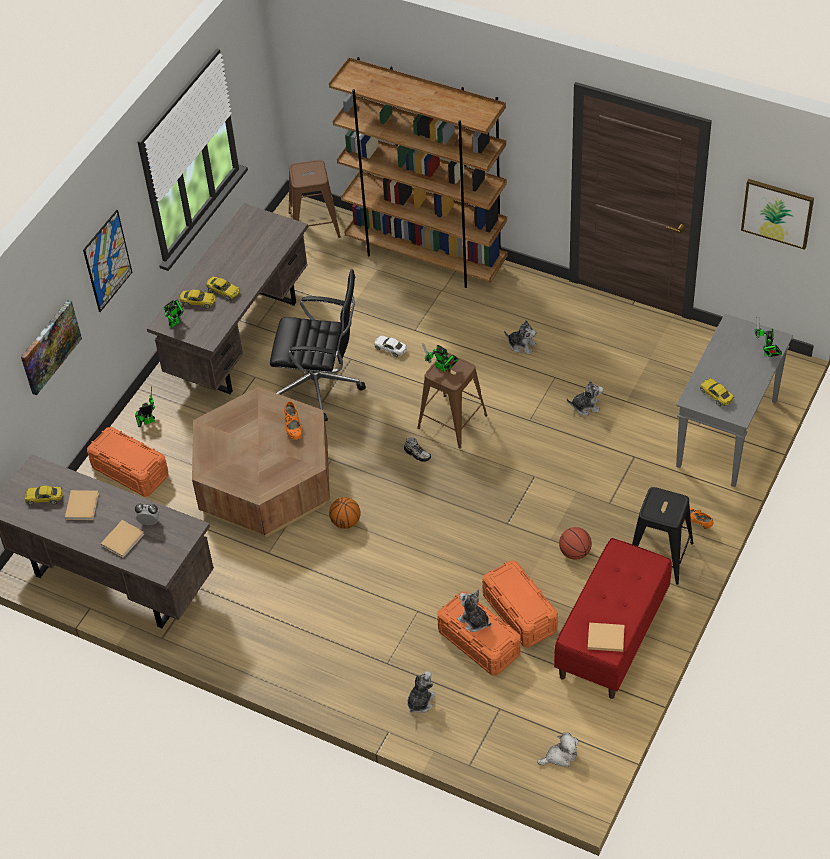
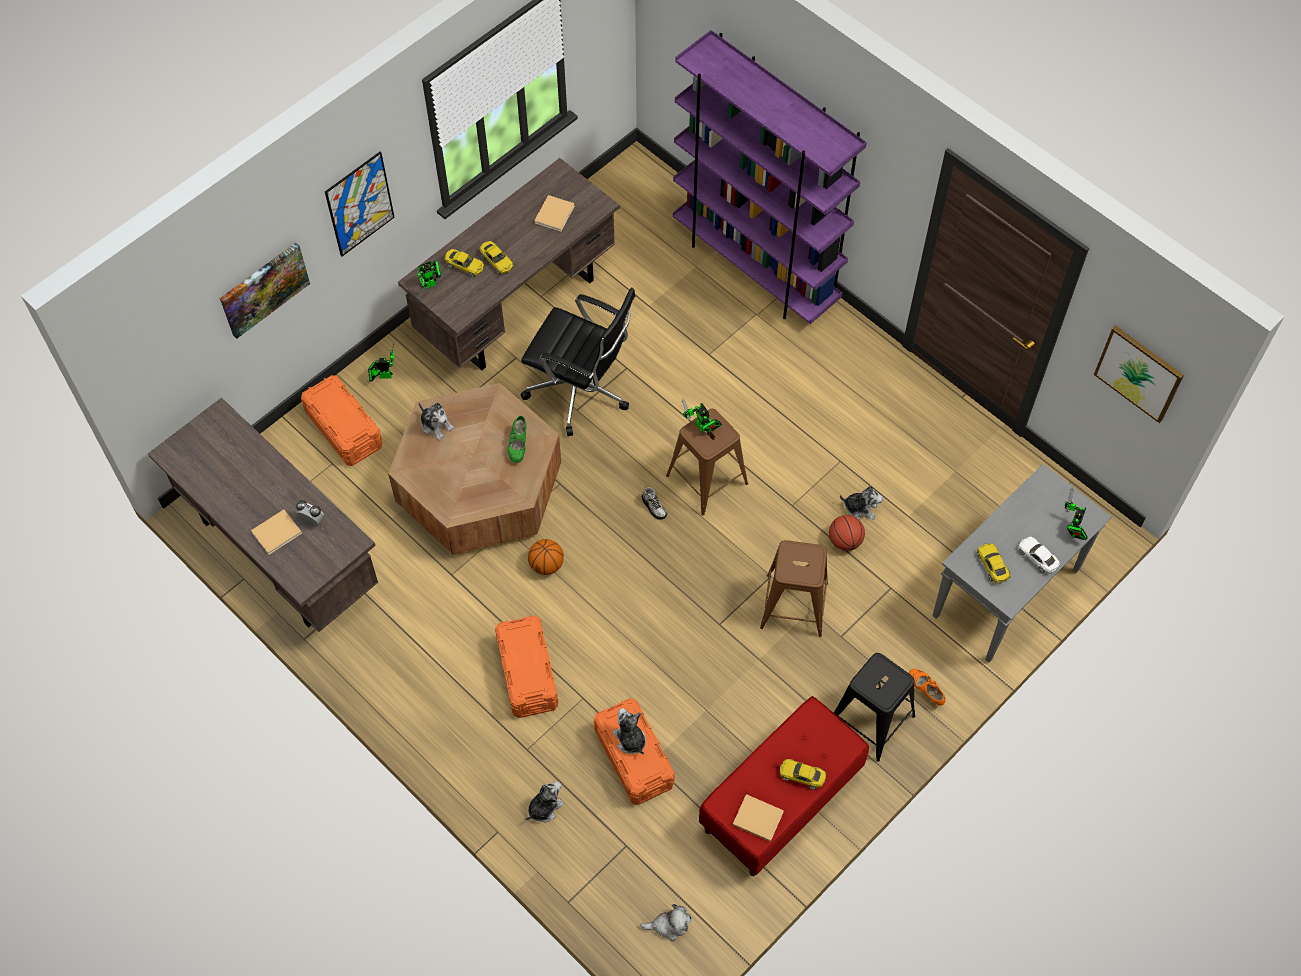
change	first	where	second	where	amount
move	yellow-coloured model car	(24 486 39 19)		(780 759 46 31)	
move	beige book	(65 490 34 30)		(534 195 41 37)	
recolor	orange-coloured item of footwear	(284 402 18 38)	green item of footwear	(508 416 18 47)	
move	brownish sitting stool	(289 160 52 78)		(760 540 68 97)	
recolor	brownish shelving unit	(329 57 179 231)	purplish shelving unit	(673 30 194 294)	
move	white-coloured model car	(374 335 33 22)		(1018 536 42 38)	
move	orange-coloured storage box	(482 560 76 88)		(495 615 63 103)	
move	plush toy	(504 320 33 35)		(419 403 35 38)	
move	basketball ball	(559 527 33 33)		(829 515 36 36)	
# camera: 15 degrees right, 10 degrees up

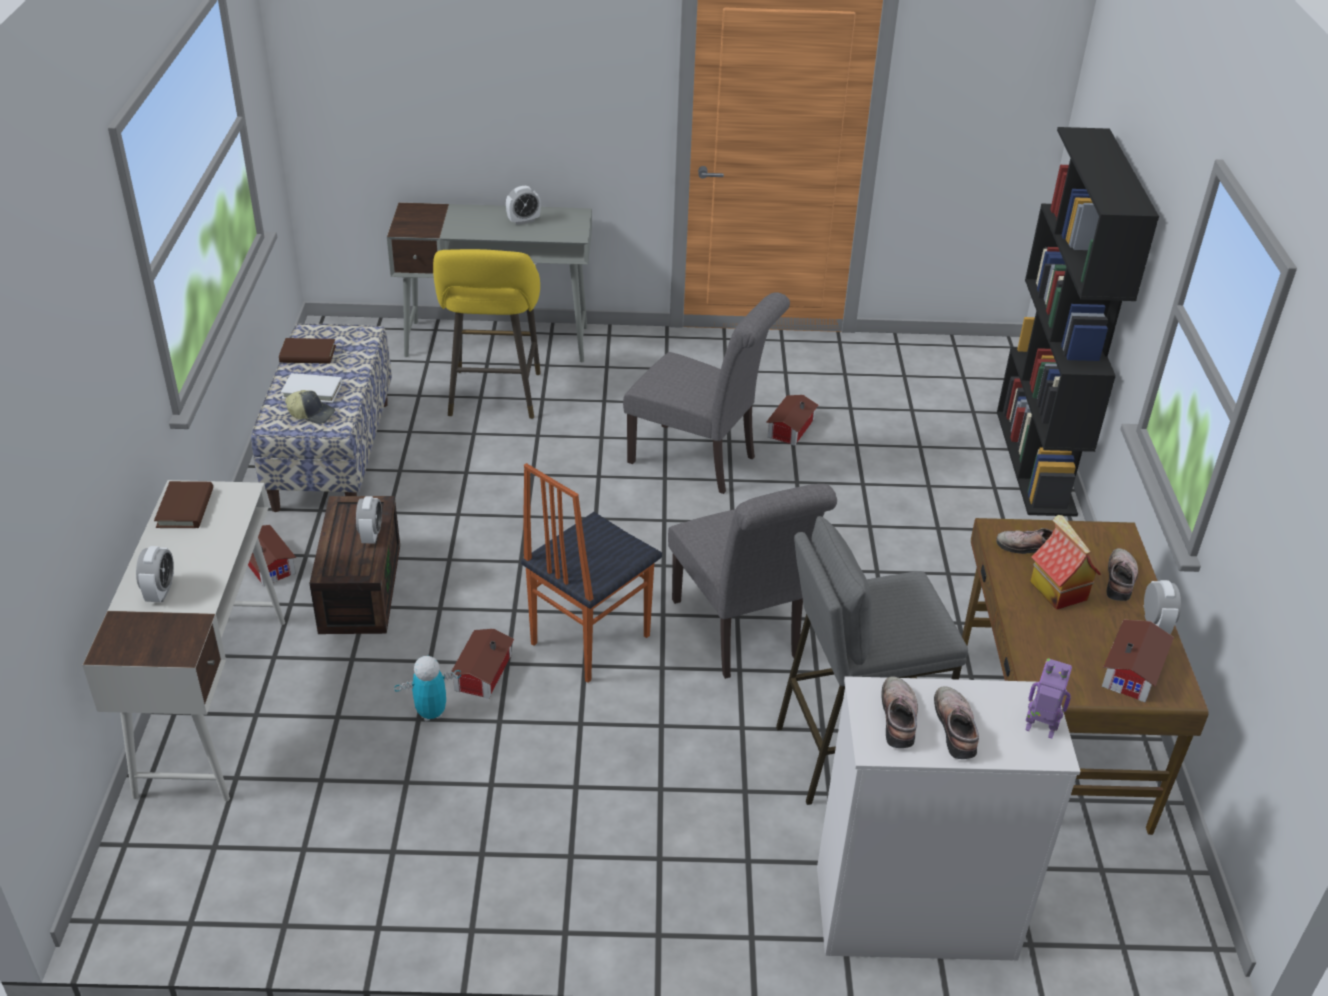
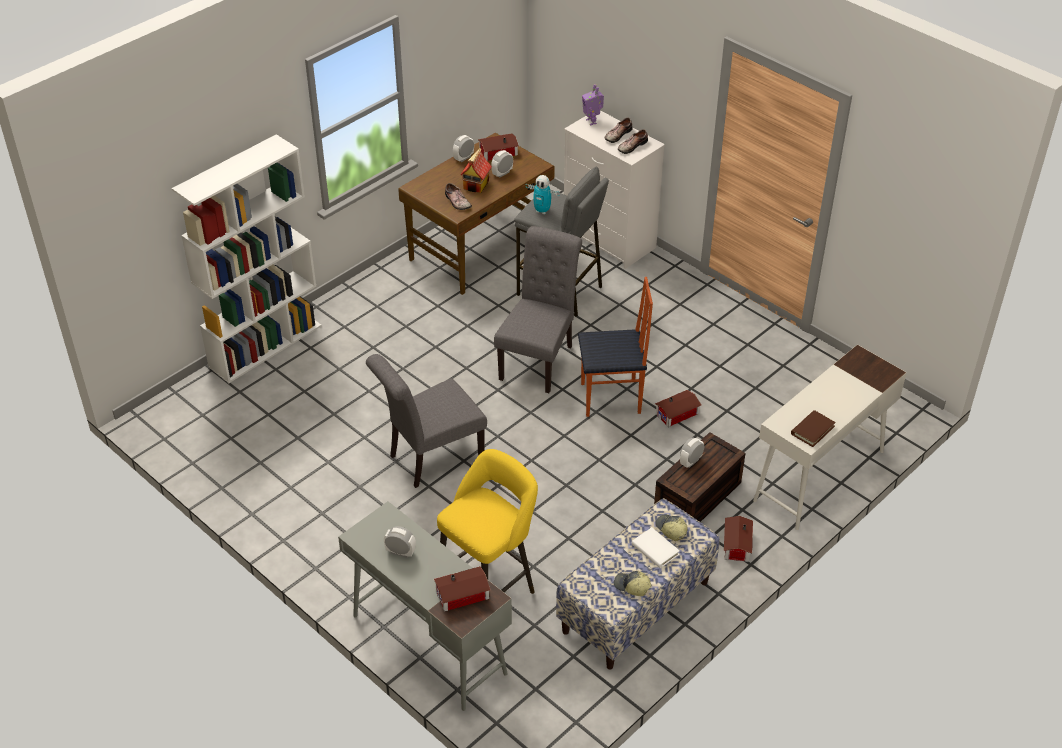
change	first	where	second	where	amount
move	alarm clock	(136 546 38 56)		(491 150 22 28)	
replace	brownish book	(279 338 57 26)	cap	(614 571 38 25)	
move	toy robot	(394 656 67 66)		(526 175 34 39)	
rotate	greyish plain chair	(623 292 167 202)		(366 354 121 134)	105 degrees counterclockwise
move	miniature house	(766 395 52 51)		(434 566 56 46)	
recolor	black-coloured shelving unit	(997 127 162 389)	white-coloured shelving unit	(172 134 150 249)	
delete	item of footwear	(1107 548 31 53)			
# camera: 135 degrees left, 5 degrees up

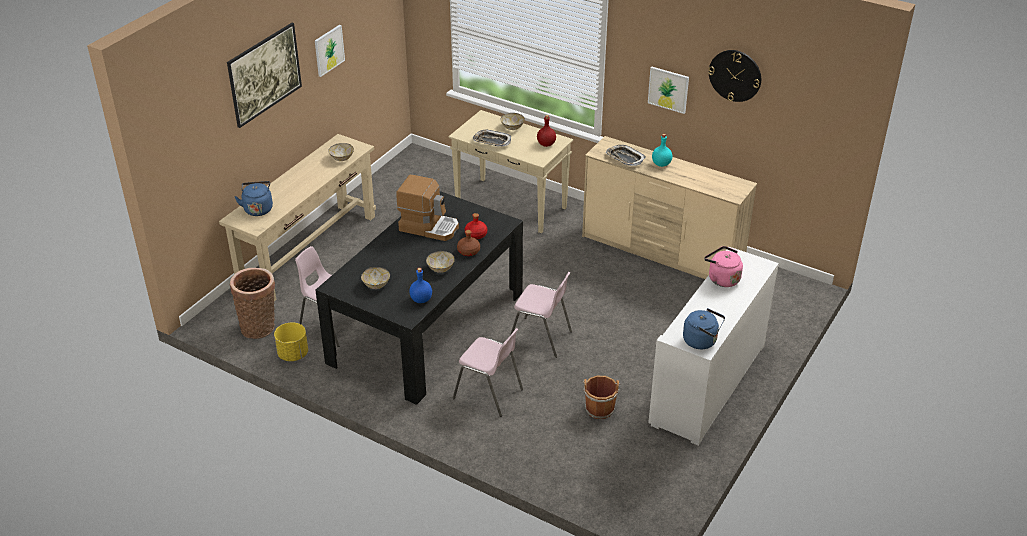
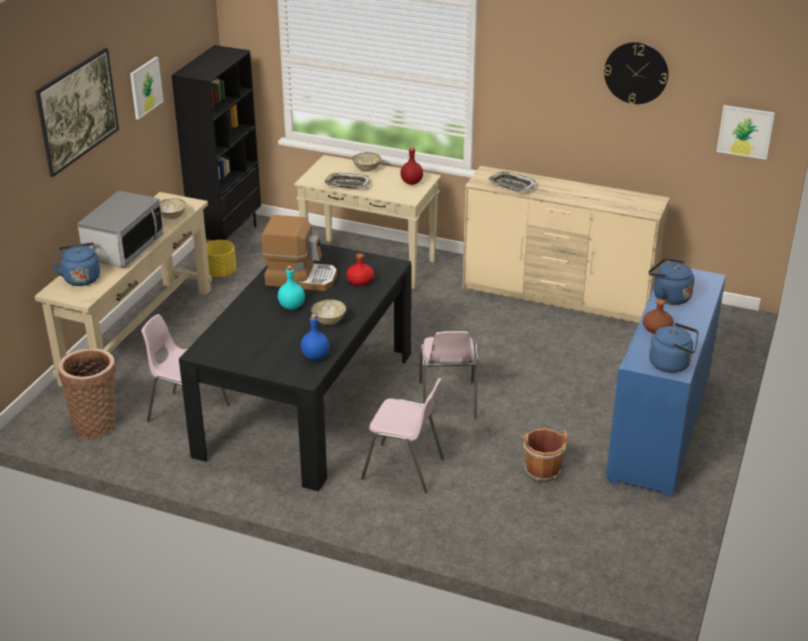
change	first	where	second	where	amount
move	yellow-coloured flower pot	(274 322 34 39)		(206 240 30 37)	
delete	deep dish	(361 267 29 22)			
move	brownish beverage bottle	(457 230 23 26)		(643 299 31 35)	
rotate	pink-coloured plain chair	(510 272 62 86)		(419 331 59 88)	75 degrees clockwise
move	wall picture	(648 67 41 47)		(716 105 59 55)	
recolor	white-coloured cupboard	(648 247 131 199)	blue cupboard	(606 264 120 233)	
move	turquoise beverage bottle	(652 134 20 33)		(278 266 27 44)	
recolor	pink-coloured kettle	(704 246 39 41)	blue kettle	(648 258 46 47)	
insert			kitchen microwave	(77 191 86 76)	
insert			black-coloured shelving unit	(171 45 90 195)	
# camera: 10 degrees left, 5 degrees down

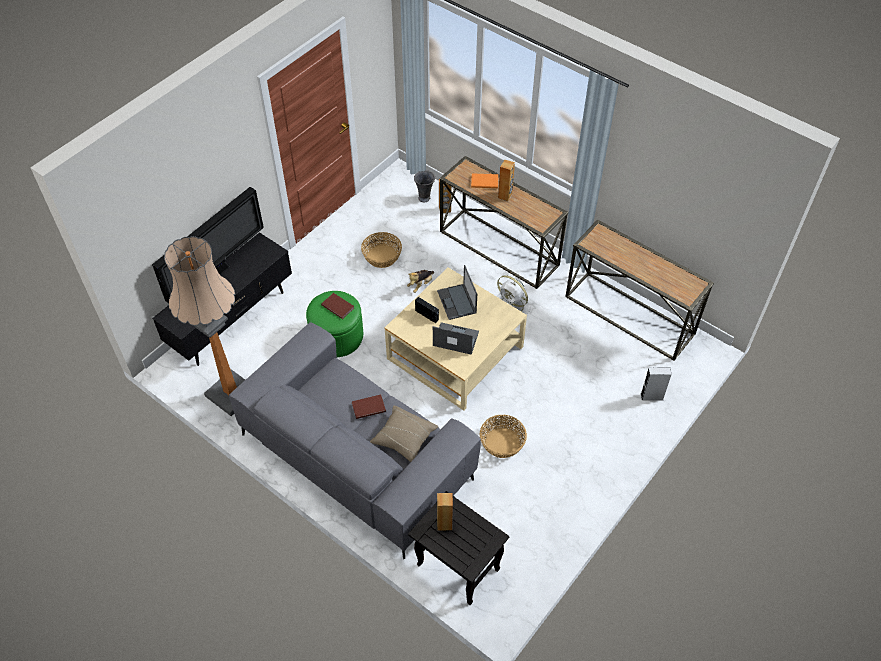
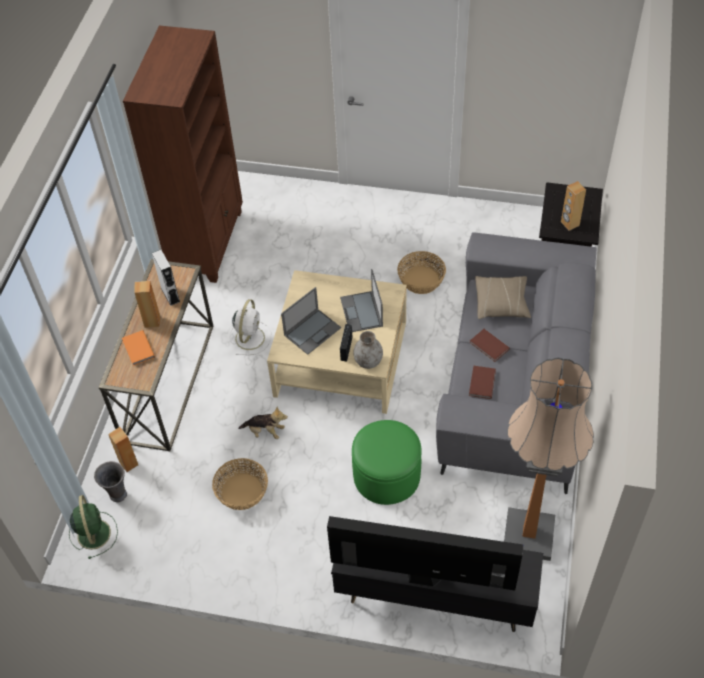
change	first	where	second	where	amount
move	brownish book	(321 293 33 26)		(469 366 27 33)	
replace	narrow table	(565 220 149 141)	brownish shelving unit	(123 25 120 258)	
move	greyish audio speaker	(641 368 31 32)		(152 250 28 56)	
insert			green electric fan	(69 495 49 64)	
insert			greyish flower vase	(354 331 29 38)	
# camera: 115 degrees left, 0 degrees up

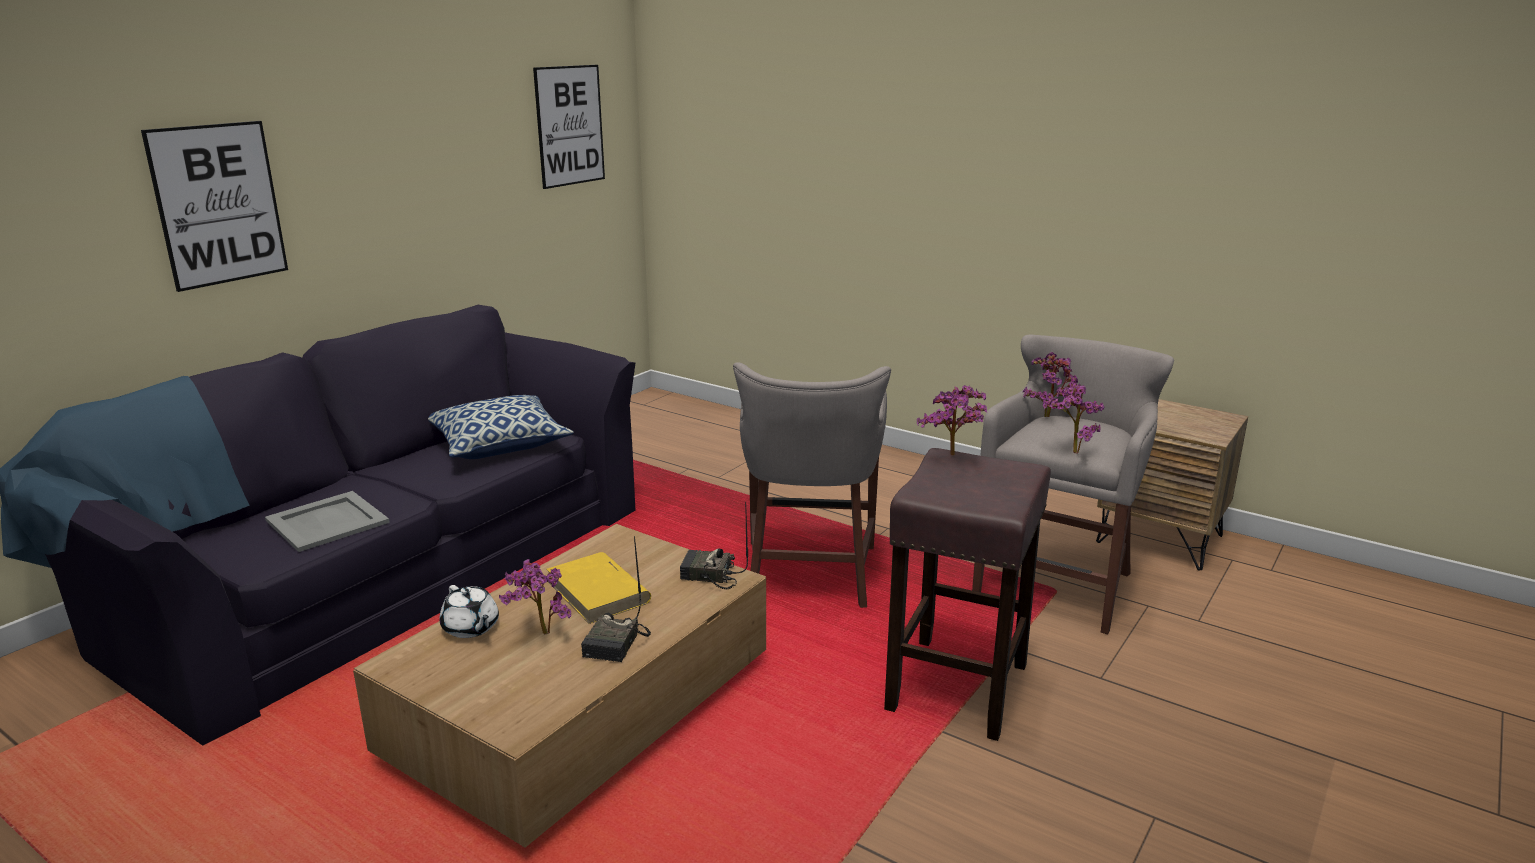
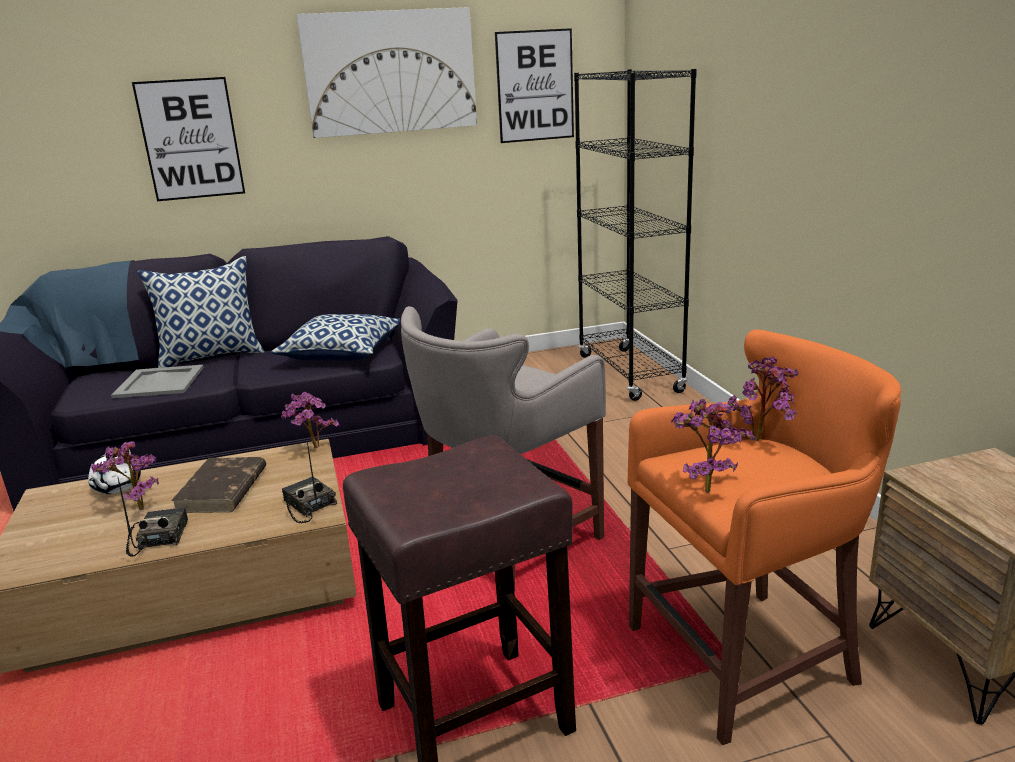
change	first	where	second	where	amount
recolor	yellow-coloured book	(547 552 104 72)	brownish book	(171 457 95 56)	
rotate	radio	(581 536 70 126)		(118 478 70 78)	120 degrees clockwise
move	houseplant	(917 385 70 70)		(281 392 58 57)	
recolor	greyish sitting stool	(972 335 202 299)	orange-coloured sitting stool	(628 330 273 415)	
insert			pillow	(138 256 127 112)	
insert			wall picture	(297 7 180 131)	
insert			black-coloured shelving unit	(574 69 123 332)	
# camera: 40 degrees right, 0 degrees up

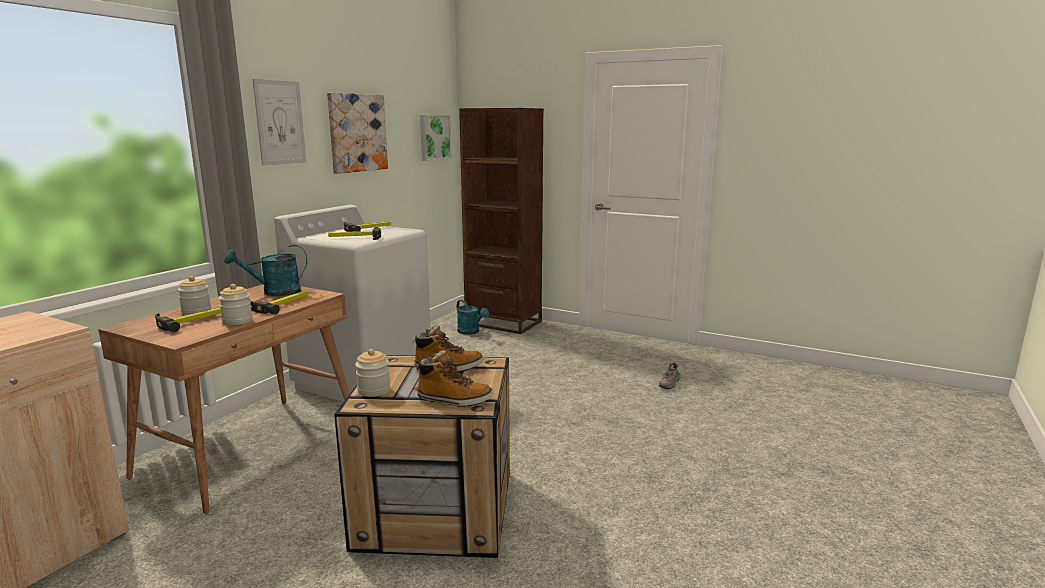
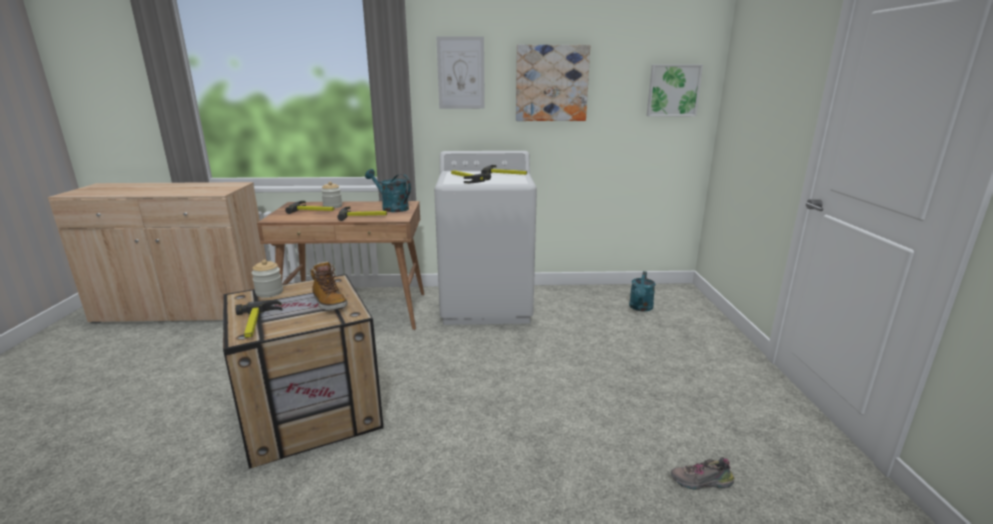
change	first	where	second	where	amount
delete	storage jar	(219 284 34 41)			
replace	boot	(416 351 77 56)	hand hammer	(235 300 48 38)	
delete	brownish shelving unit	(459 108 85 226)			
# camera: 60 degrees right, 5 degrees up

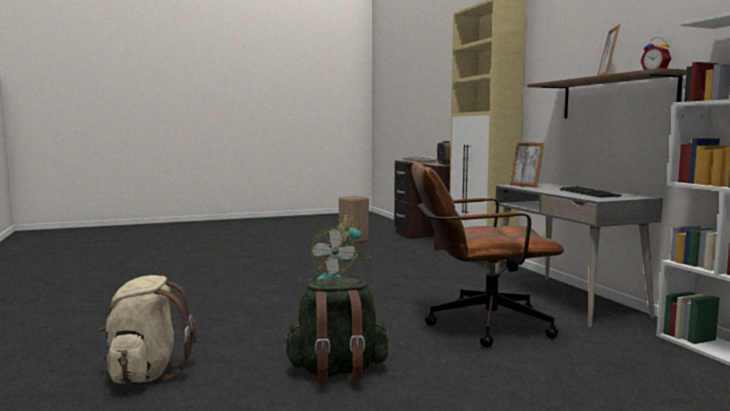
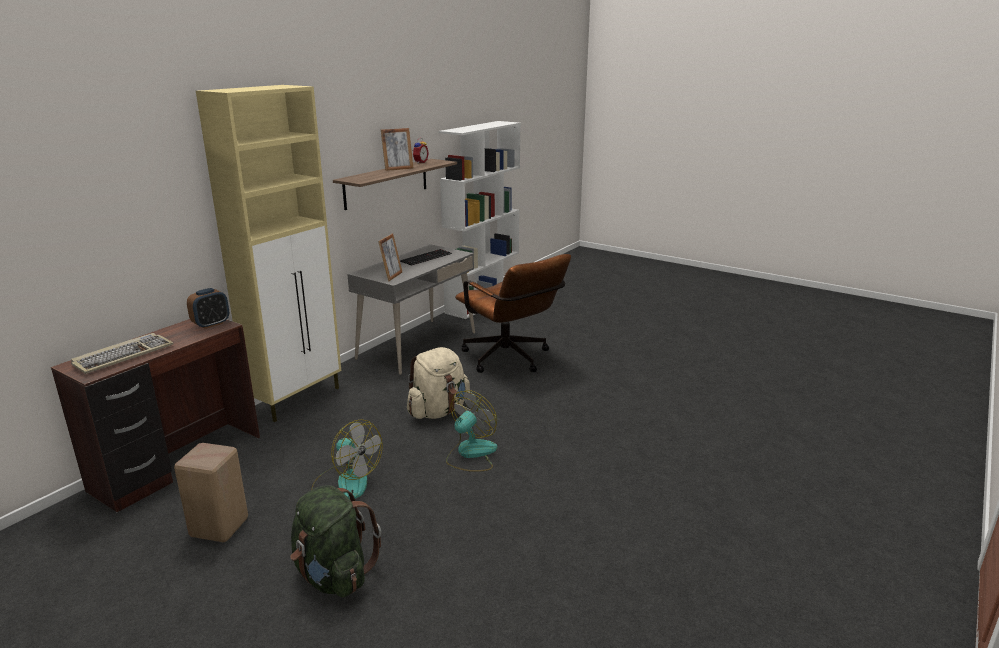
change	first	where	second	where	amount
move	beige backpack	(98 275 99 109)		(407 347 63 72)	
move	green backpack	(283 277 106 107)		(290 485 91 113)	
# camera: 125 degrees left, 15 degrees up

